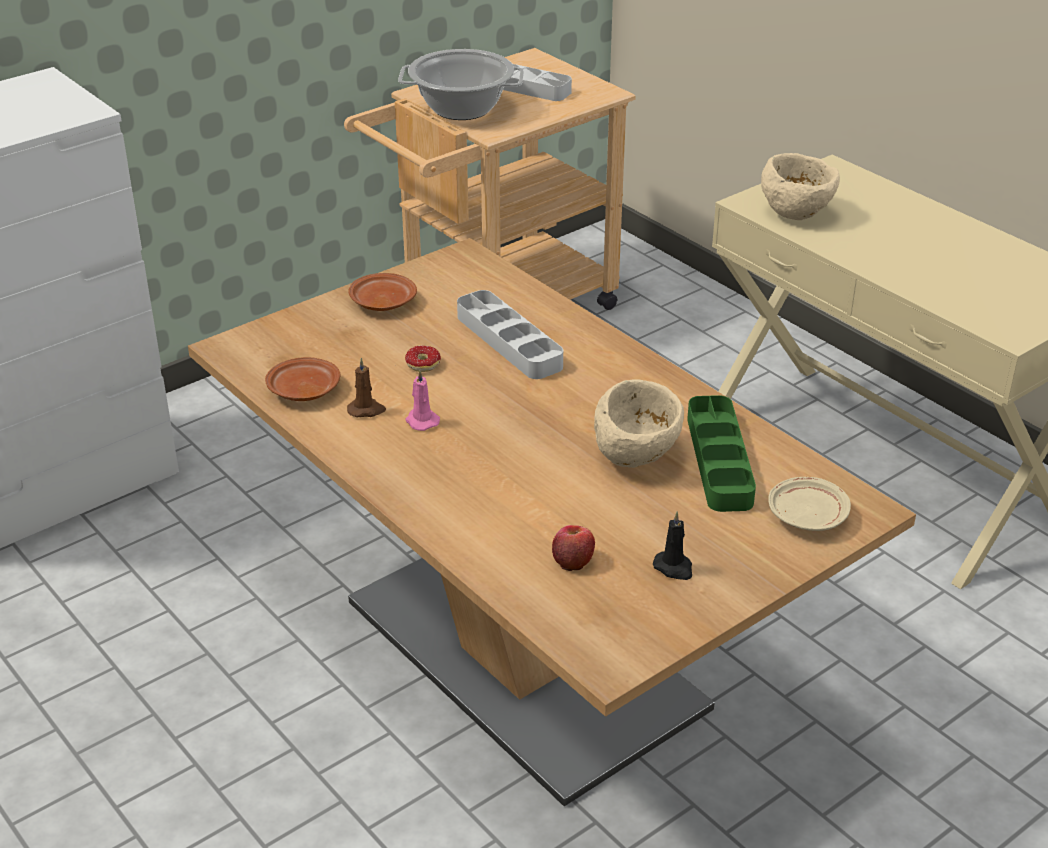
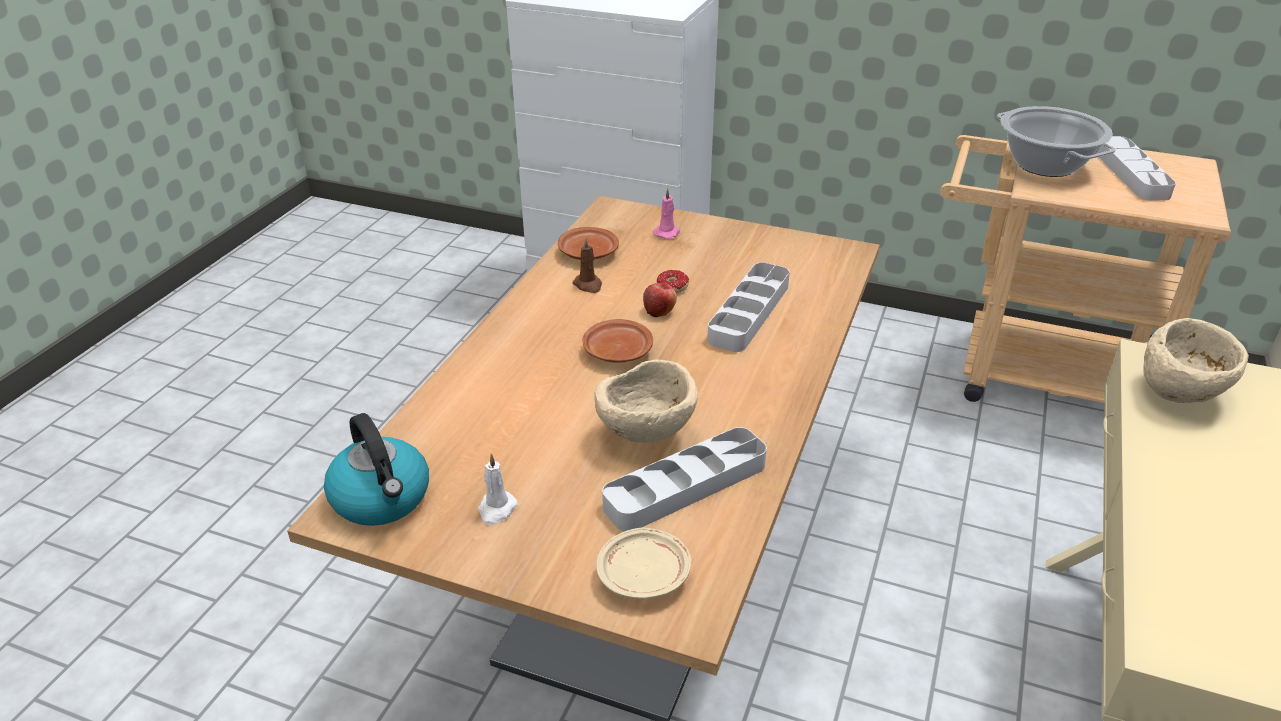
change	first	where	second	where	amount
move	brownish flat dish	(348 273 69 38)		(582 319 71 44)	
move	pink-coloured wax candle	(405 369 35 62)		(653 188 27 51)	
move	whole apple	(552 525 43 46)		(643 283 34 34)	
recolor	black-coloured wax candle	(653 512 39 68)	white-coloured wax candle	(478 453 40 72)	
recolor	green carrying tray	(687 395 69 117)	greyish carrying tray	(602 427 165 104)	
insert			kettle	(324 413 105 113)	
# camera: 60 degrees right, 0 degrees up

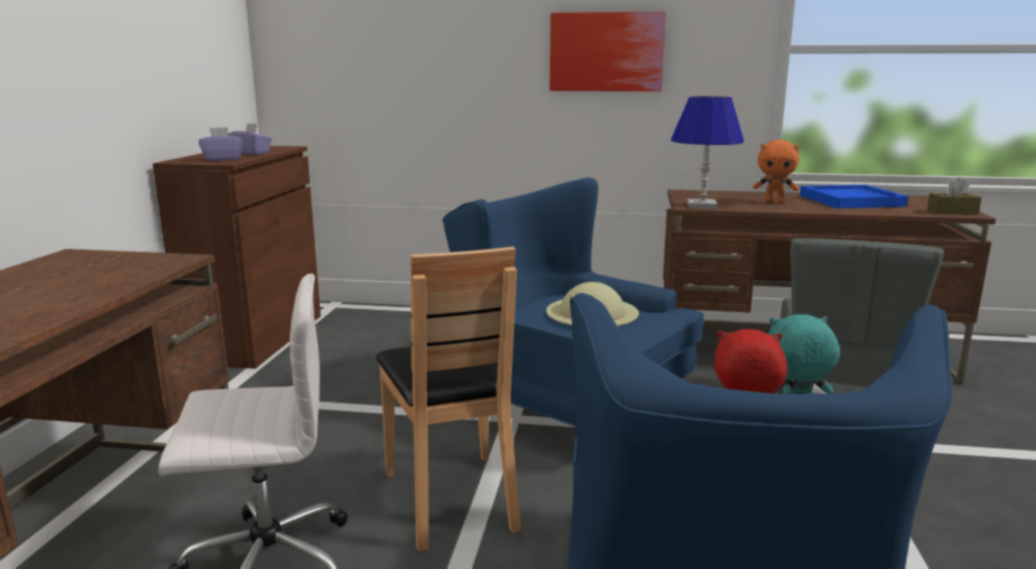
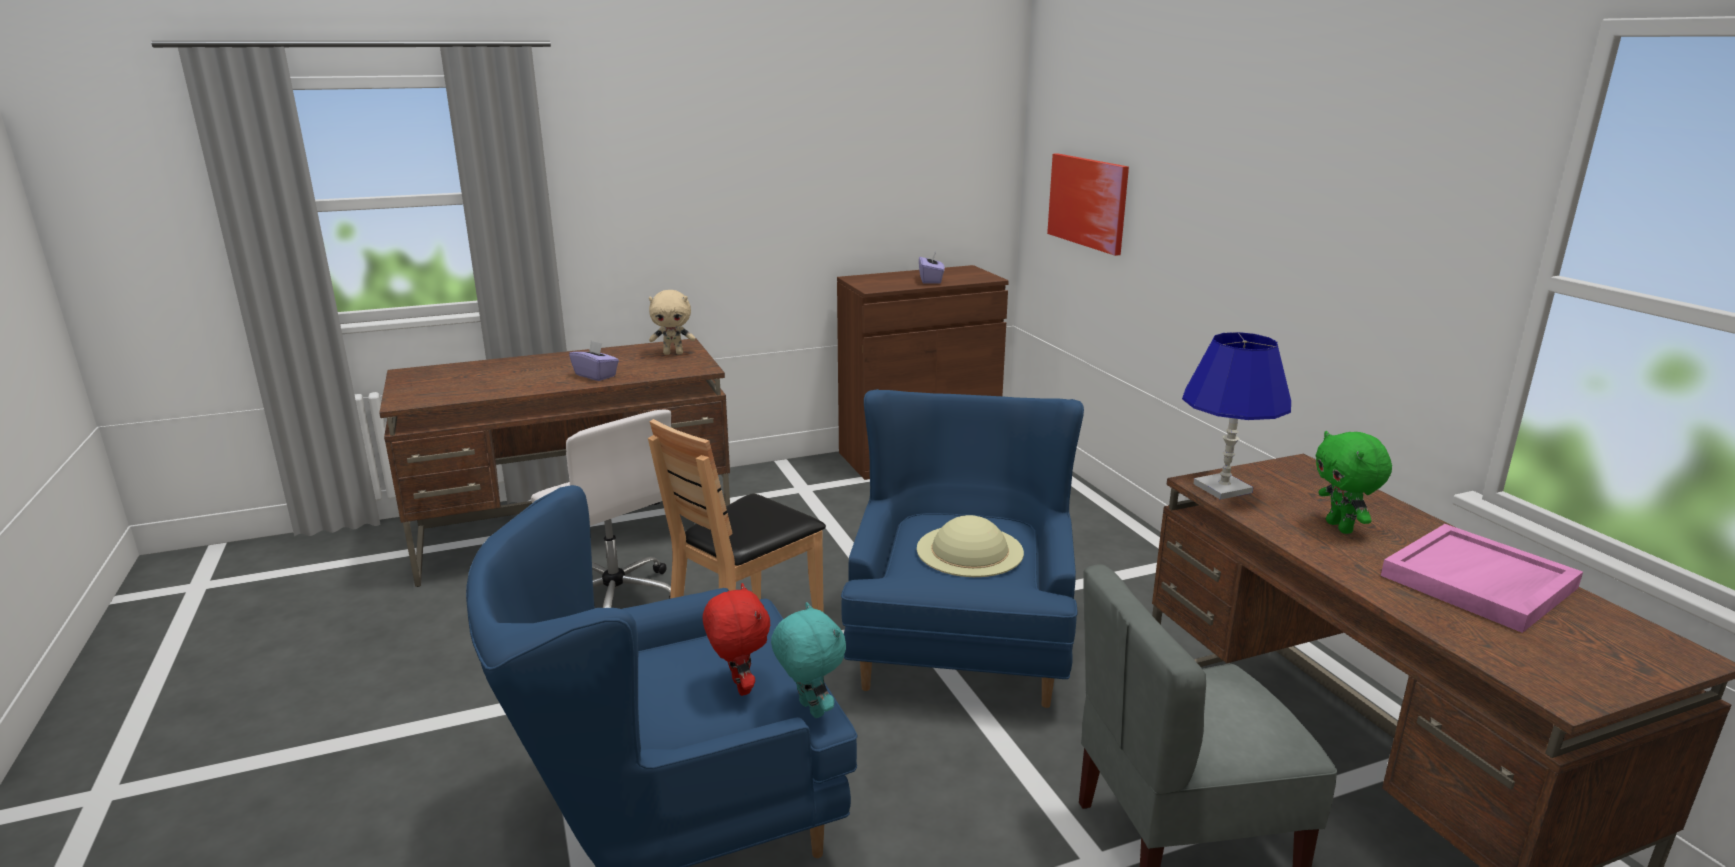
change	first	where	second	where	amount
move	purplish box of tissues	(199 127 44 34)		(569 340 50 41)	
move	wall picture	(550 12 116 79)		(1047 153 82 103)	
recolor	orange-coloured plush toy	(753 140 46 63)	green plush toy	(1315 431 77 103)	
recolor	blue carrying tray	(800 185 109 24)	pink-coloured carrying tray	(1381 524 202 109)	
delete	brownish box of tissues	(927 178 55 37)			
insert			beige plush toy	(649 290 46 65)	
# camera: 60 degrees right, 5 degrees up

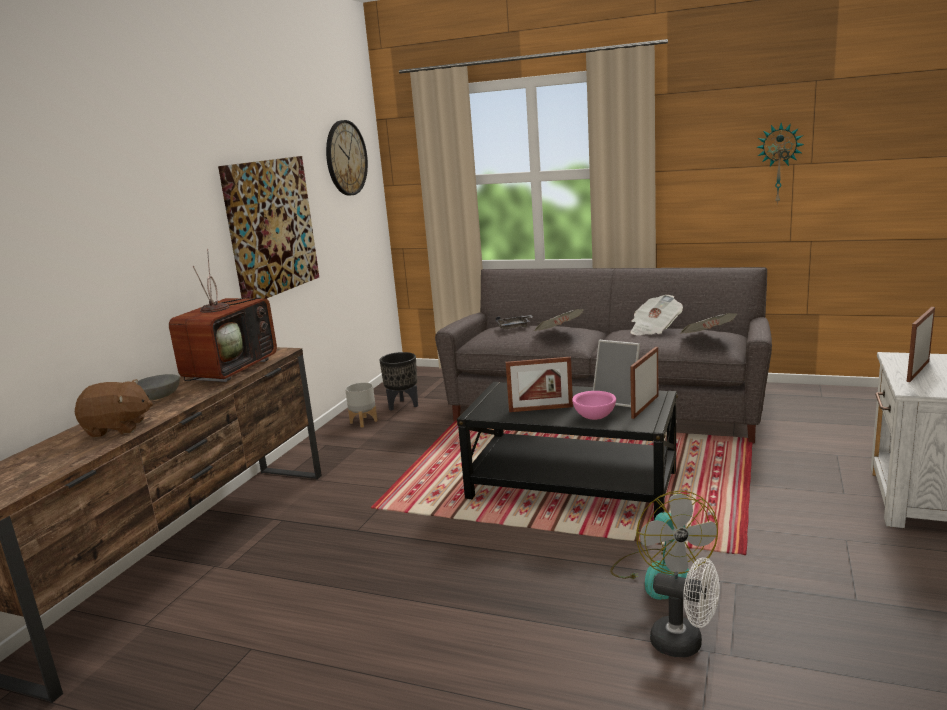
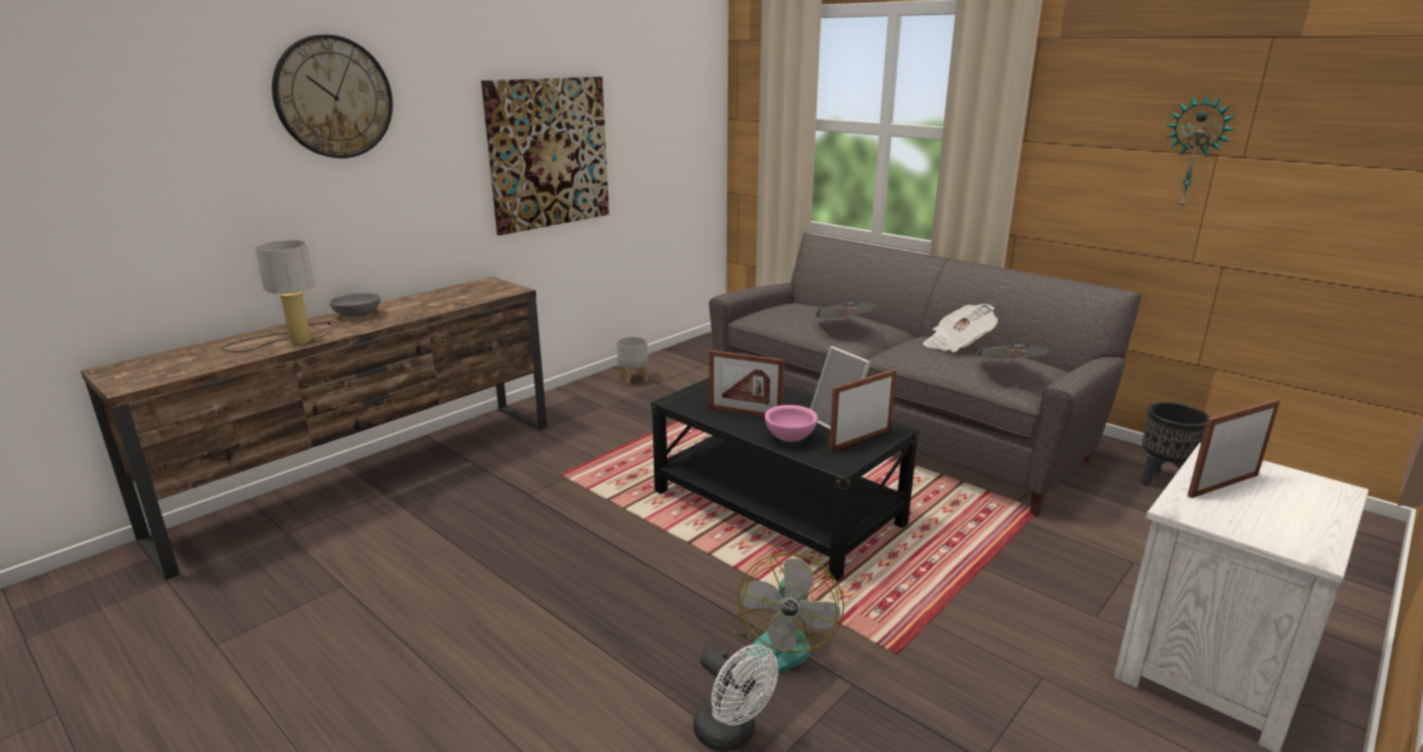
change	first	where	second	where	amount
replace	brownish plush toy	(75 379 78 59)	tabletop lamp	(222 240 111 112)	
delete	television	(169 249 108 133)			
move	wall clock	(326 120 42 76)		(272 34 121 124)	
move	black-coloured flower pot	(379 352 39 59)		(1142 402 68 84)	
delete	greyish carrying tray	(495 315 38 14)			
# camera: 20 degrees right, 5 degrees up

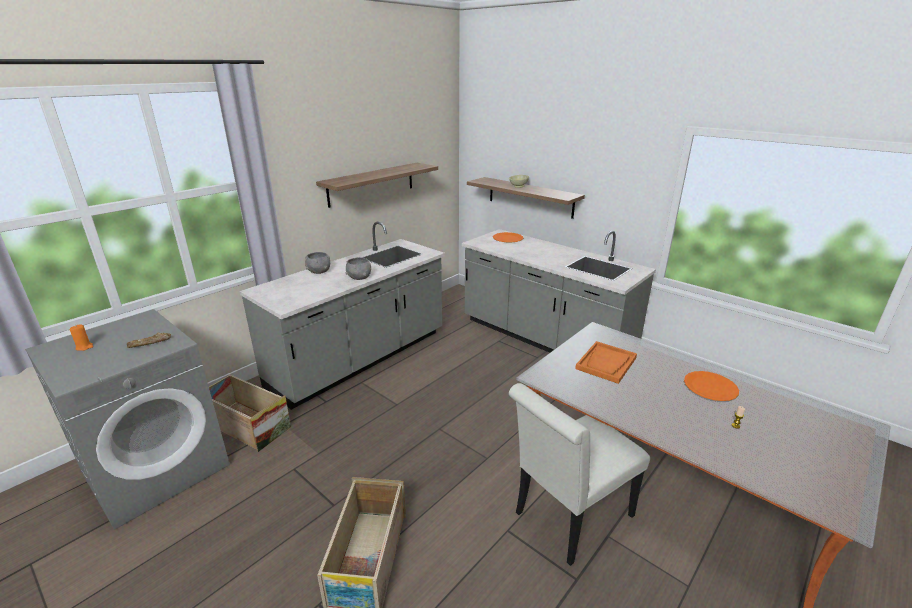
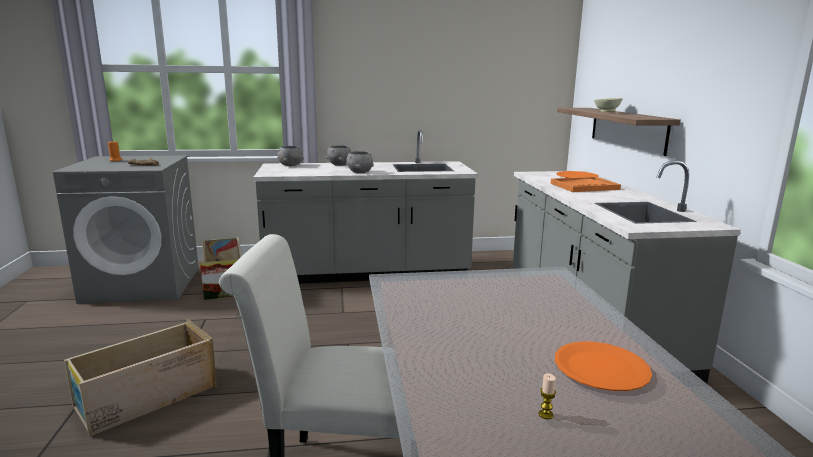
change	first	where	second	where	amount
delete	bracket shelf	(316 163 122 45)			
move	orange-coloured carrying tray	(575 341 62 43)		(551 177 70 15)	
insert			greyish deep dish	(277 146 27 20)	
# camera: 40 degrees right, 10 degrees down

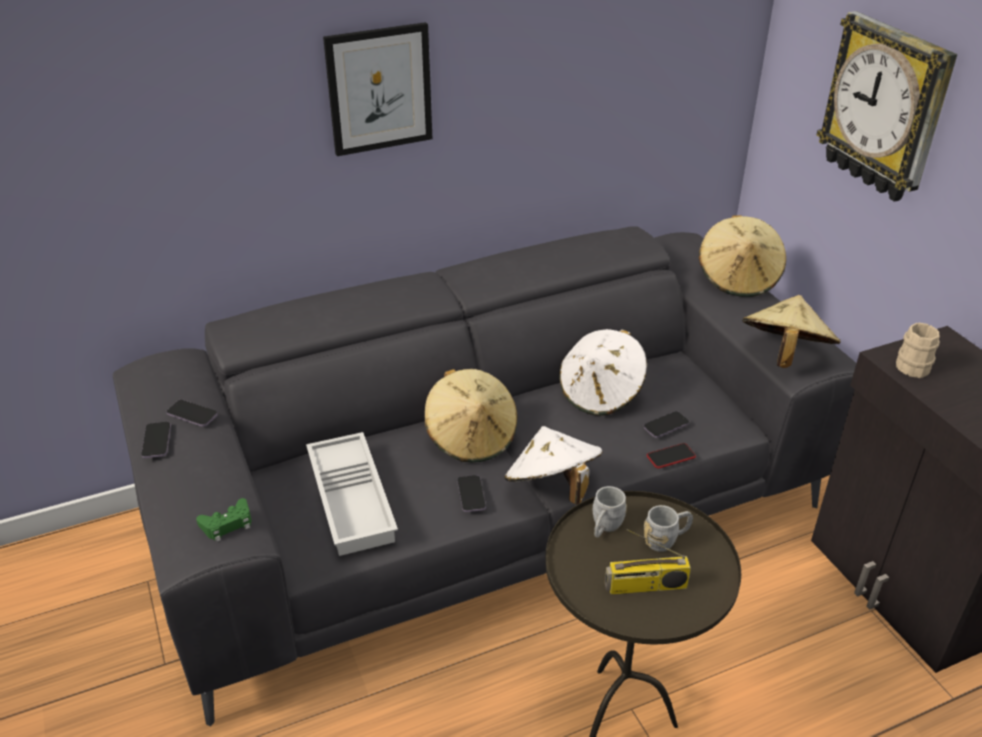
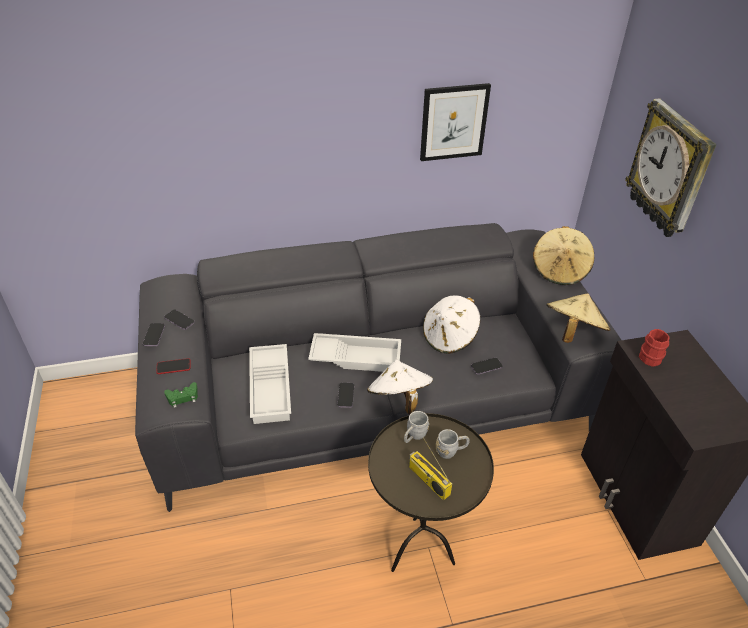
change	first	where	second	where	amount
move	wall picture	(323 22 109 134)		(420 83 71 78)	
replace	beige clothing hat	(425 369 93 93)	white-coloured carrying tray	(308 333 93 39)	
rotate	radio	(605 529 86 66)		(409 438 43 63)	45 degrees clockwise
move	handset	(647 443 49 26)		(156 358 35 16)	
recolor	beige mug	(896 323 44 55)	reddish mug	(639 329 31 38)	
# camera: 10 degrees right, 5 degrees up

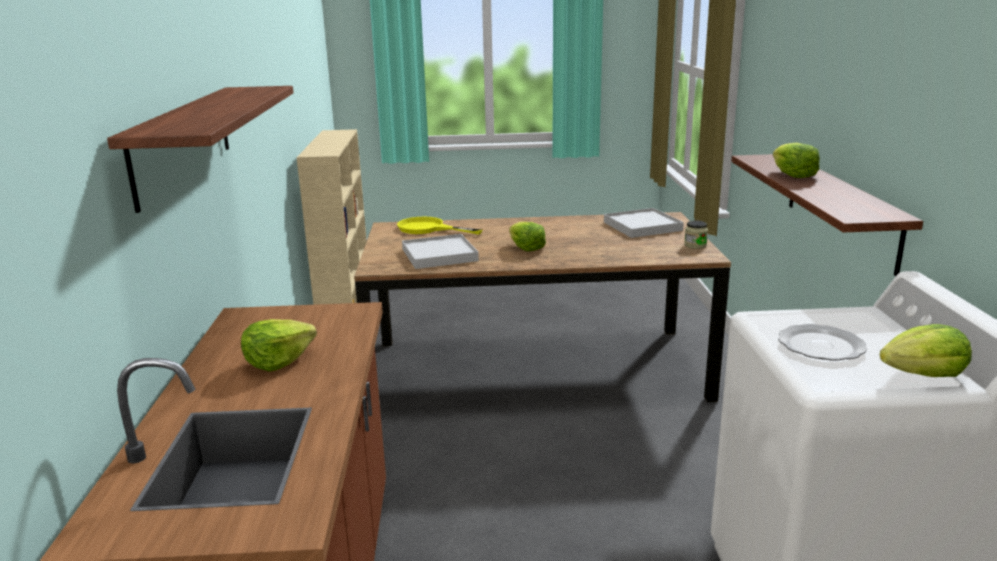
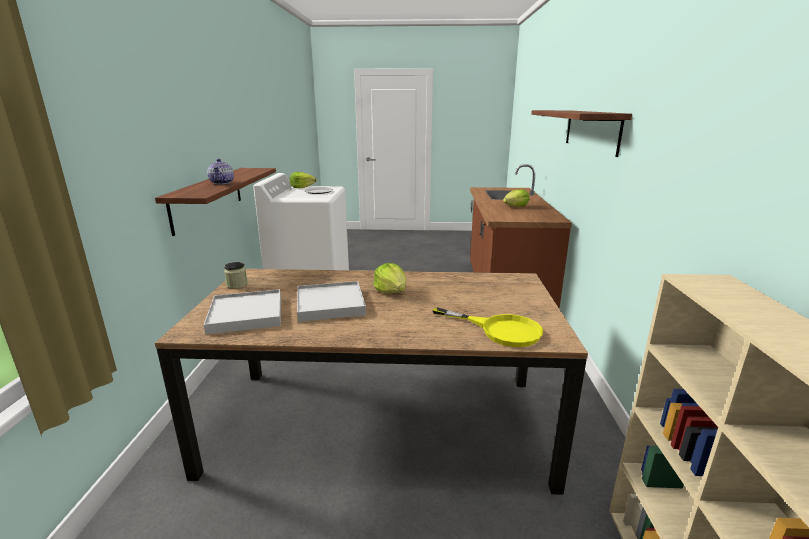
change	first	where	second	where	amount
move	white-coloured carrying tray	(402 234 77 35)		(297 281 69 41)	
replace	lettuce	(773 142 47 36)	teapot	(207 159 27 25)	
# camera: 175 degrees left, 0 degrees up

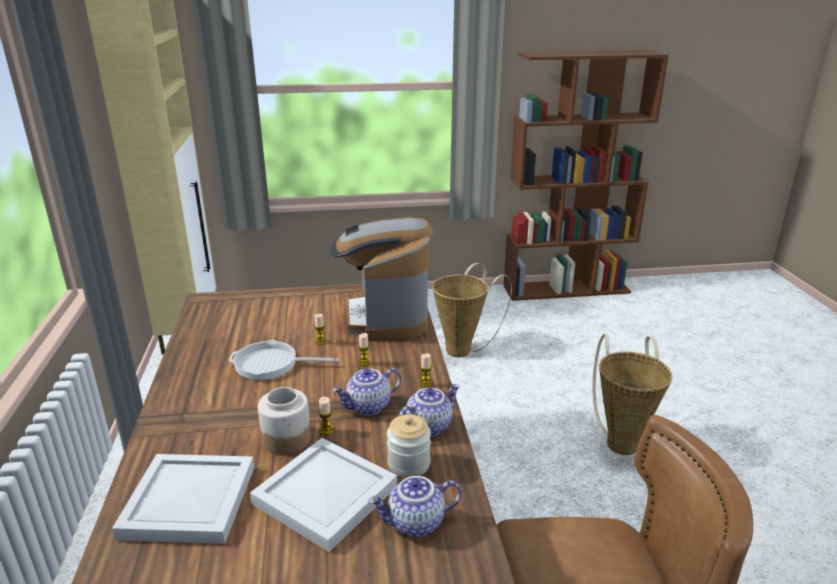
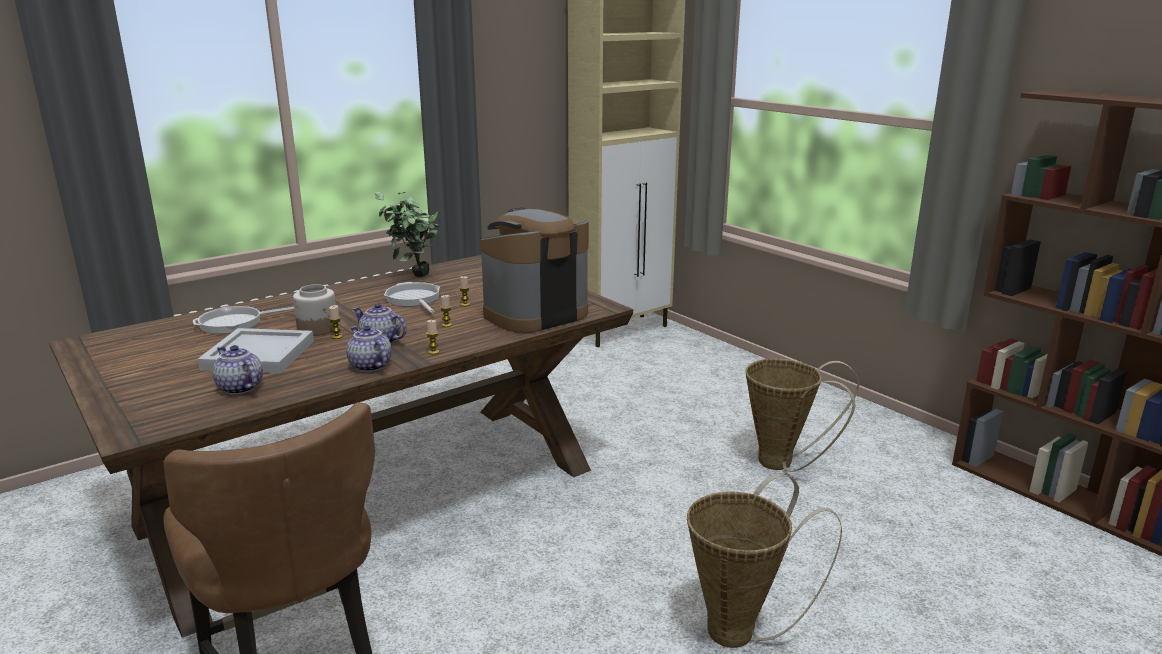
change	first	where	second	where	amount
replace	white-coloured carrying tray	(112 454 142 90)	pan	(193 306 101 28)	
delete	storage jar	(387 414 44 64)			
rotate	teapot	(398 384 62 52)		(346 326 46 46)	150 degrees counterclockwise
insert			houseplant	(375 192 65 85)	
# camera: 60 degrees right, 5 degrees down

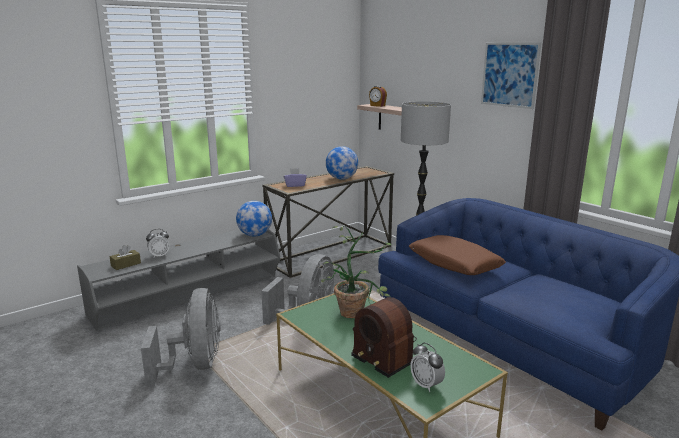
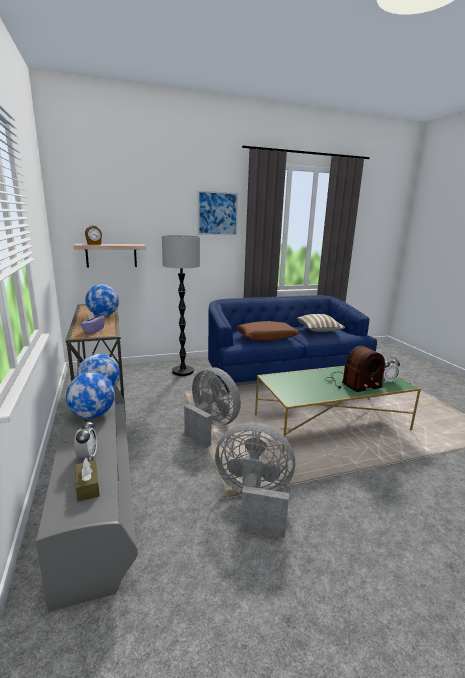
change	first	where	second	where	amount
delete	houseplant	(321 226 72 92)			
insert			world globe	(66 372 49 47)	
insert			pillow	(297 314 48 18)	
# camera: 70 degrees left, 0 degrees up

